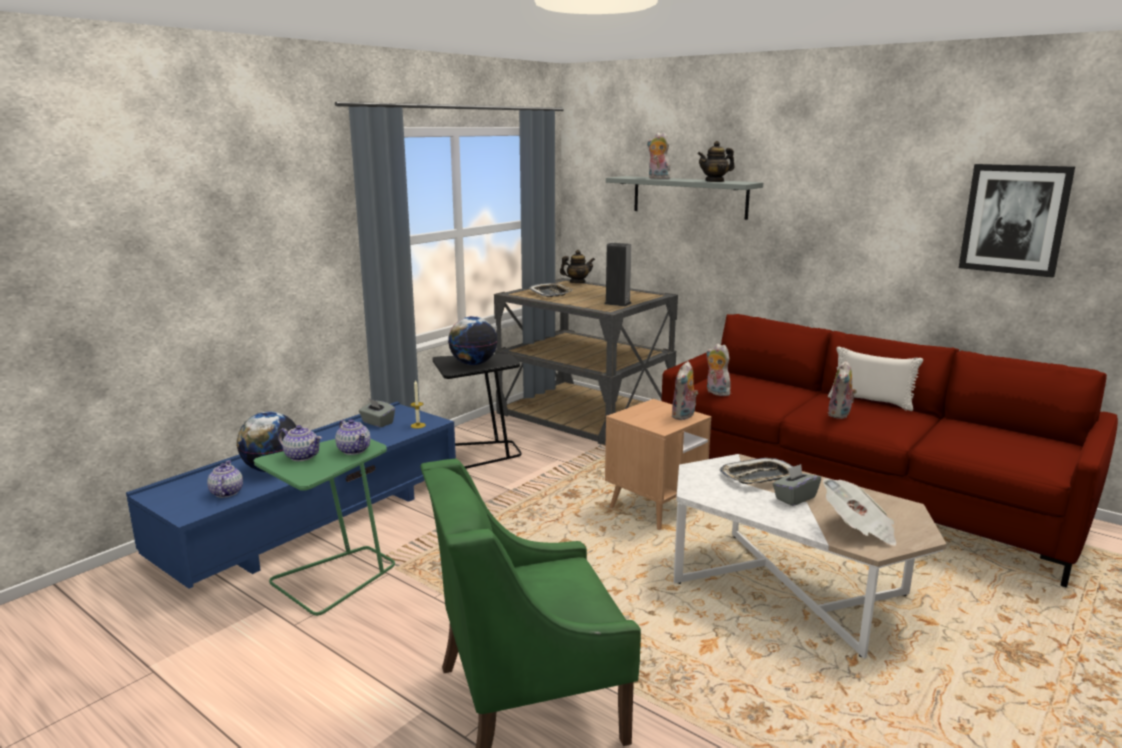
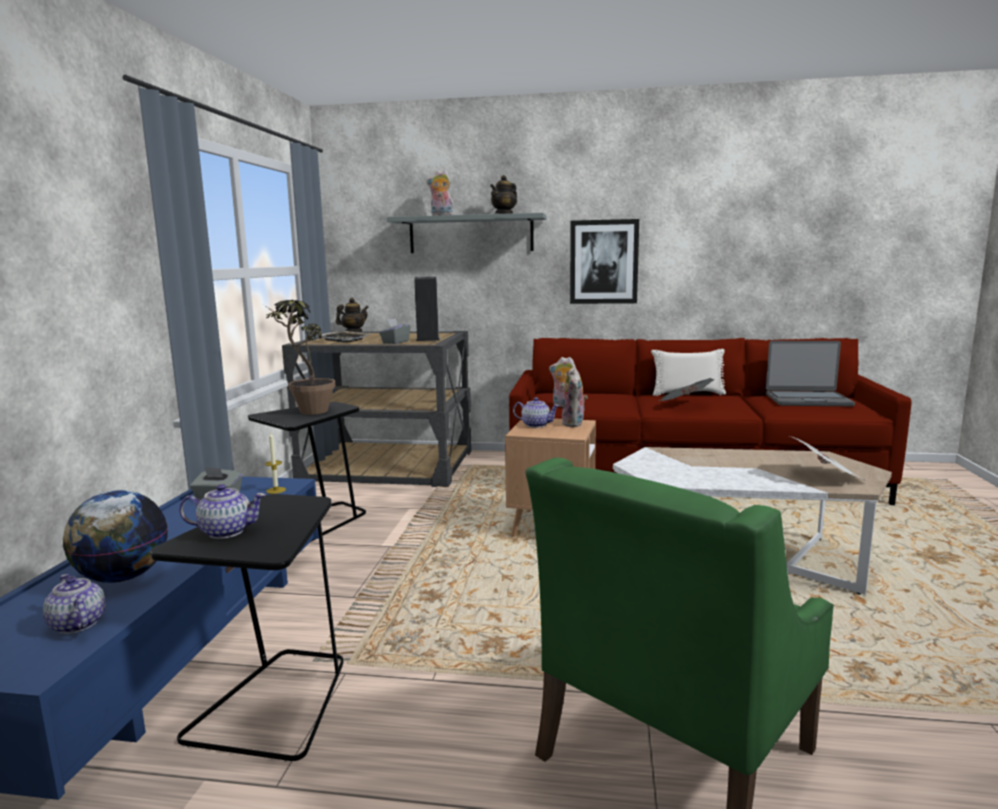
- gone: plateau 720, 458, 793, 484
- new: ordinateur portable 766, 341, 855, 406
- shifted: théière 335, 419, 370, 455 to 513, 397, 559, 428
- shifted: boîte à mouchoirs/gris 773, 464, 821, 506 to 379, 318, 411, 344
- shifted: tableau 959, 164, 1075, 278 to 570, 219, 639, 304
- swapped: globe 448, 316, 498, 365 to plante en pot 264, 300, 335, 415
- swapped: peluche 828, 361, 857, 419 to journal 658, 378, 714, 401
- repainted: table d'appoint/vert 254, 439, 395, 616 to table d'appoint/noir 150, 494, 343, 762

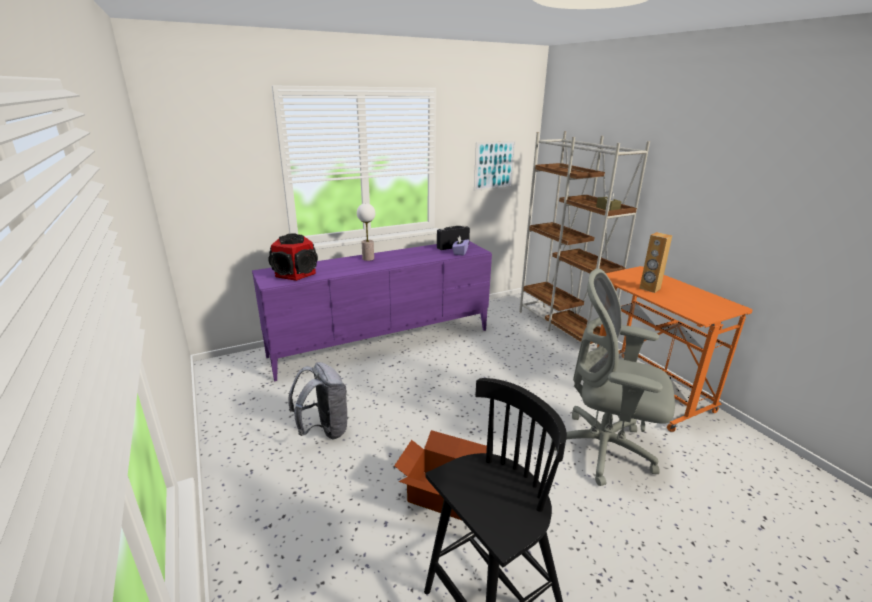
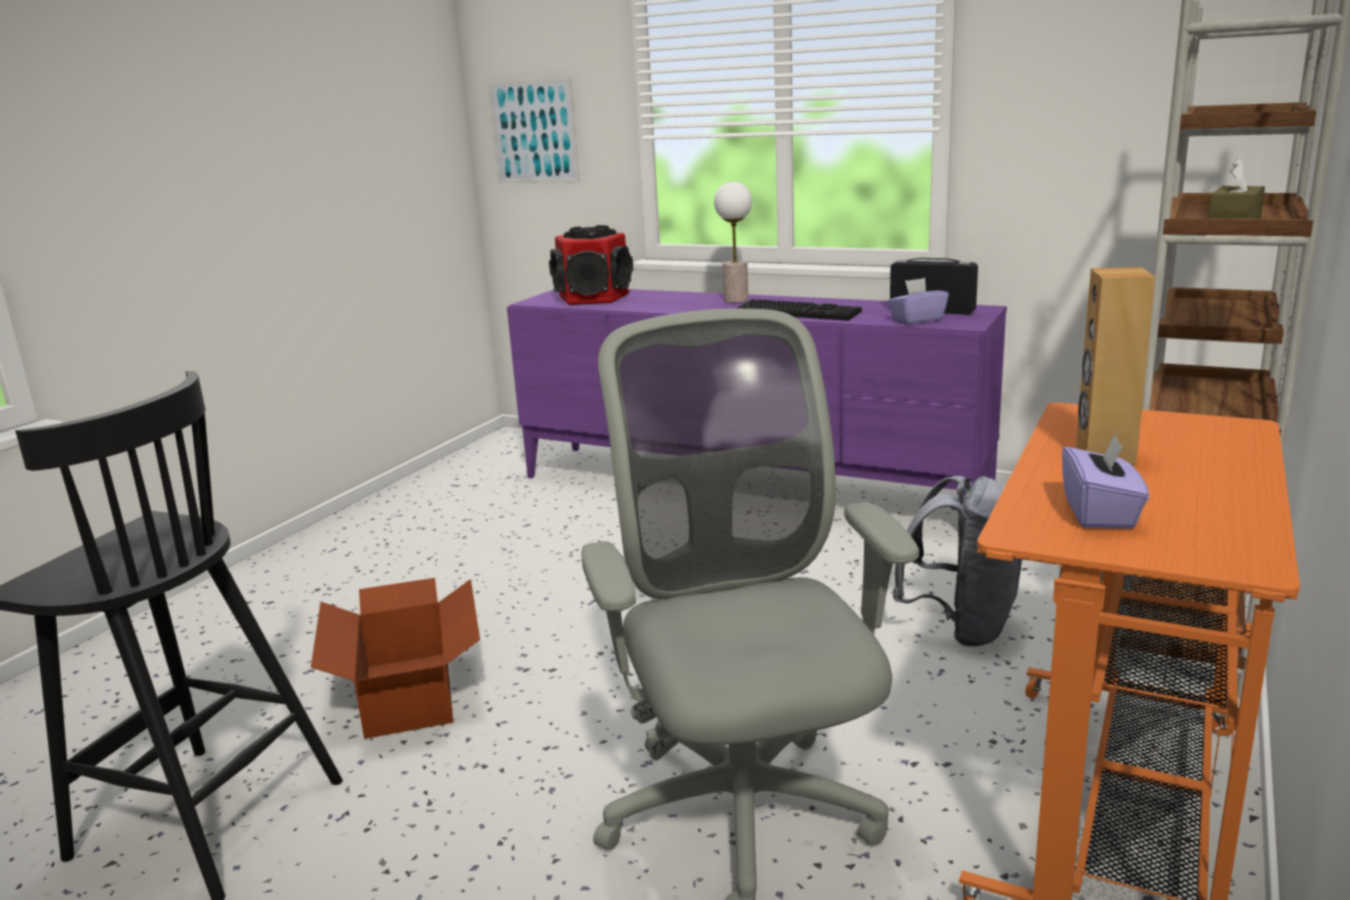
- new: clavier 738, 299, 862, 321
- new: boîte à mouchoirs/violet 1062, 434, 1149, 529
- shifted: sac à dos/gris 288, 362, 348, 439 to 892, 476, 1022, 647
- shifted: tableau 474, 140, 516, 191 to 488, 78, 580, 183

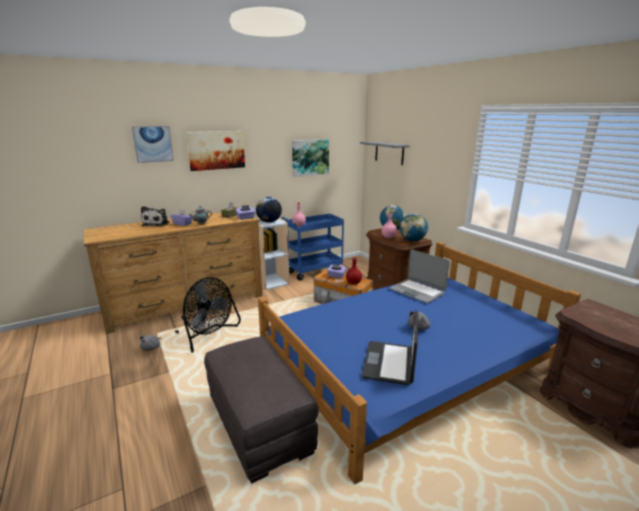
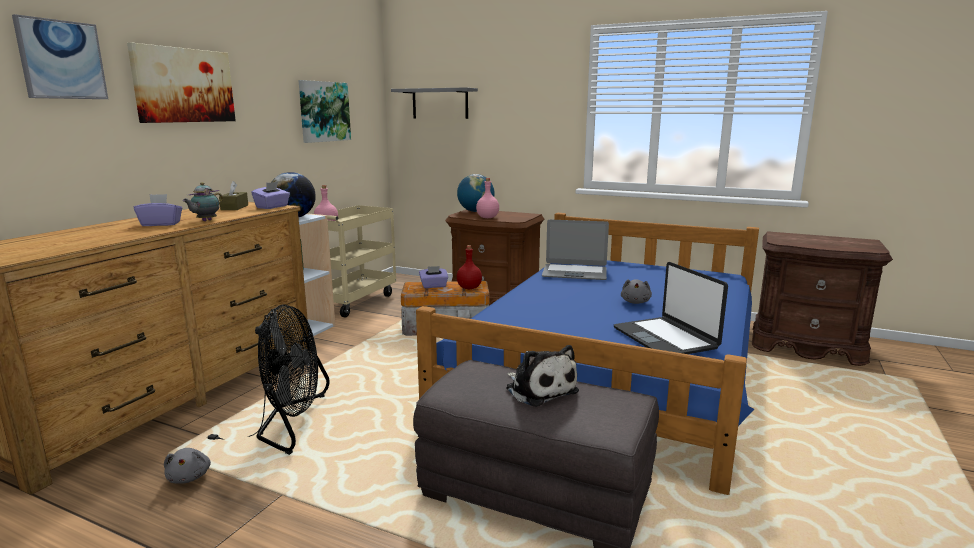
- gone: globe 400, 214, 428, 241
- shifted: peluche 141, 206, 170, 226 to 506, 345, 579, 407
- repainted: chariot/bleu 282, 214, 344, 280 to chariot/beige 307, 205, 396, 317

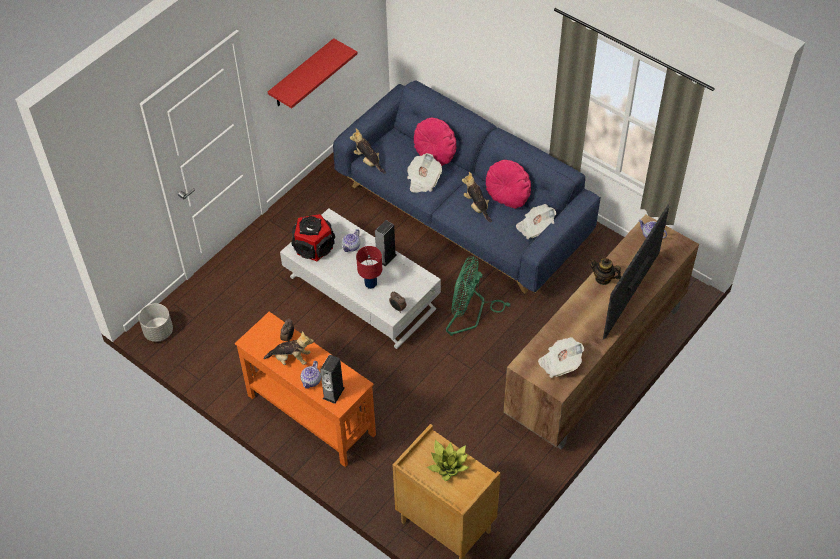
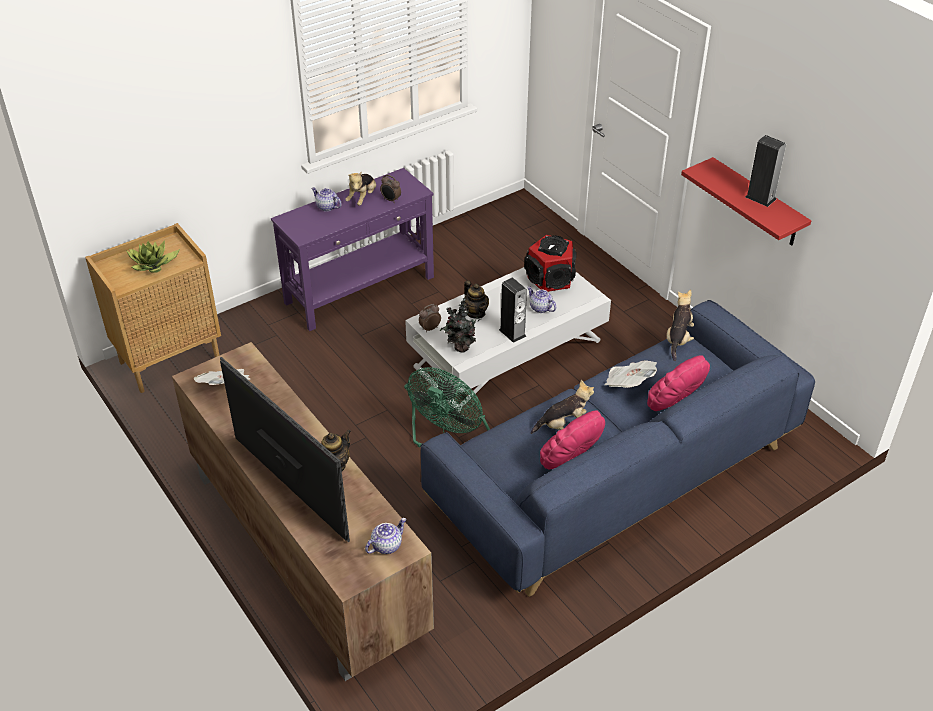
- gone: cache-pot/gris 139, 304, 173, 342
- gone: journal 516, 204, 557, 239
- new: plante en pot 440, 298, 481, 353
- shifted: enceinte 320, 355, 345, 404 to 745, 135, 786, 207
- swapped: lampe de table/rouge 356, 246, 382, 289 to théière 464, 280, 489, 319
- repainted: table console/orange 235, 312, 376, 467 to table console/violet 271, 168, 434, 331
- rotated: peluche 350, 129, 386, 173 = 667, 290, 694, 361 45 degrees counterclockwise

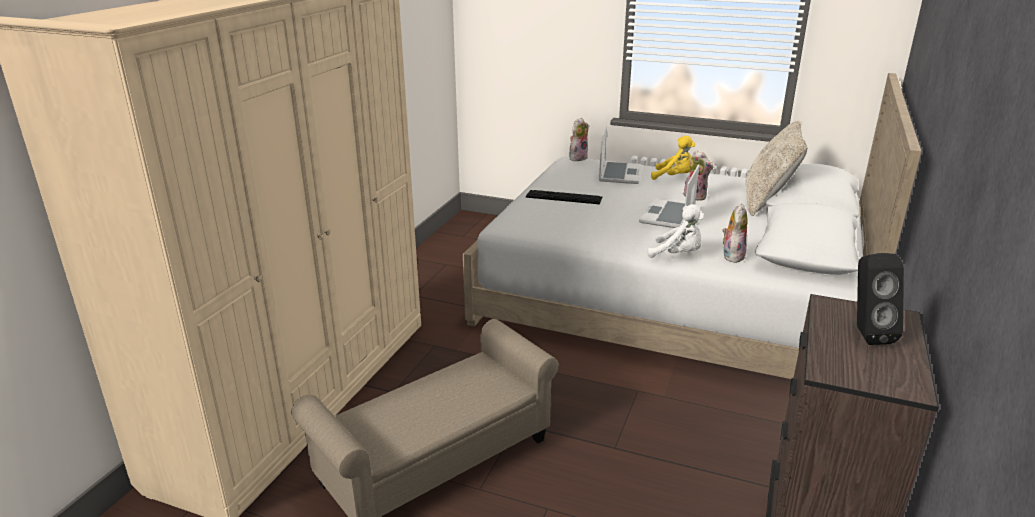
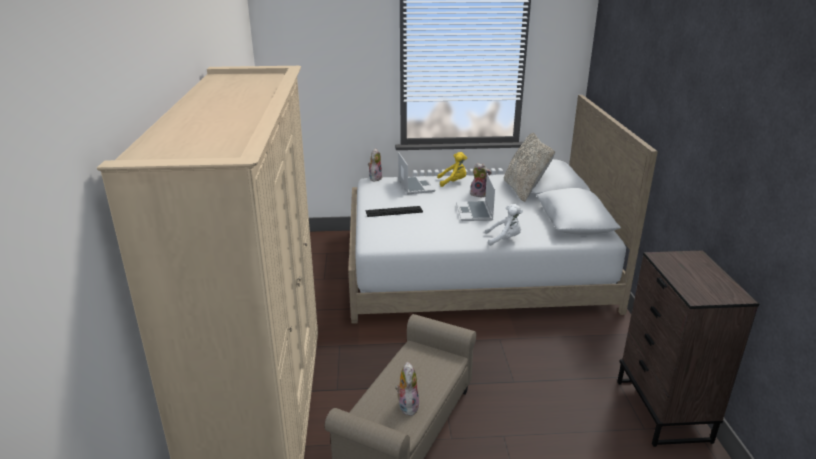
- gone: enceinte/noir 857, 253, 904, 345
- shifted: peluche 722, 203, 748, 263 to 395, 362, 419, 416

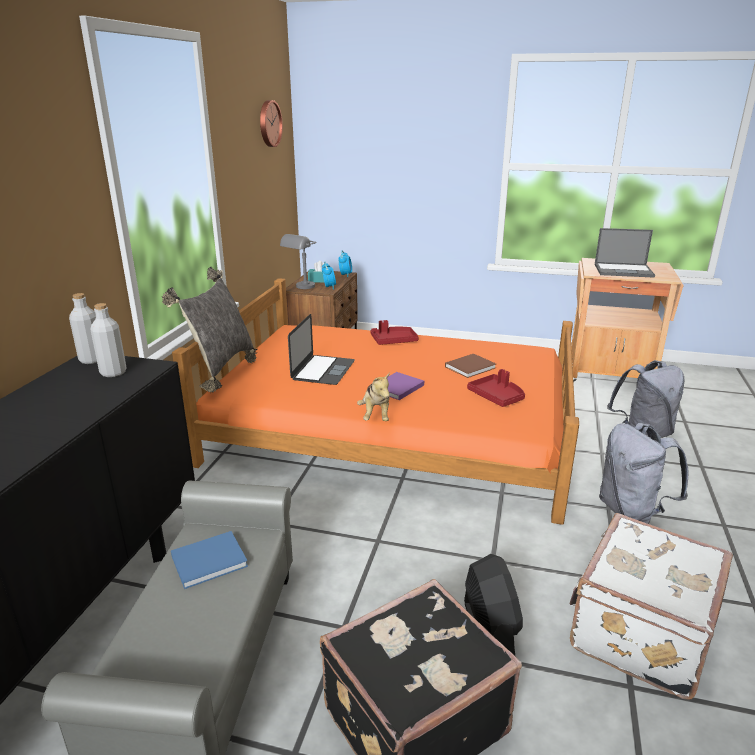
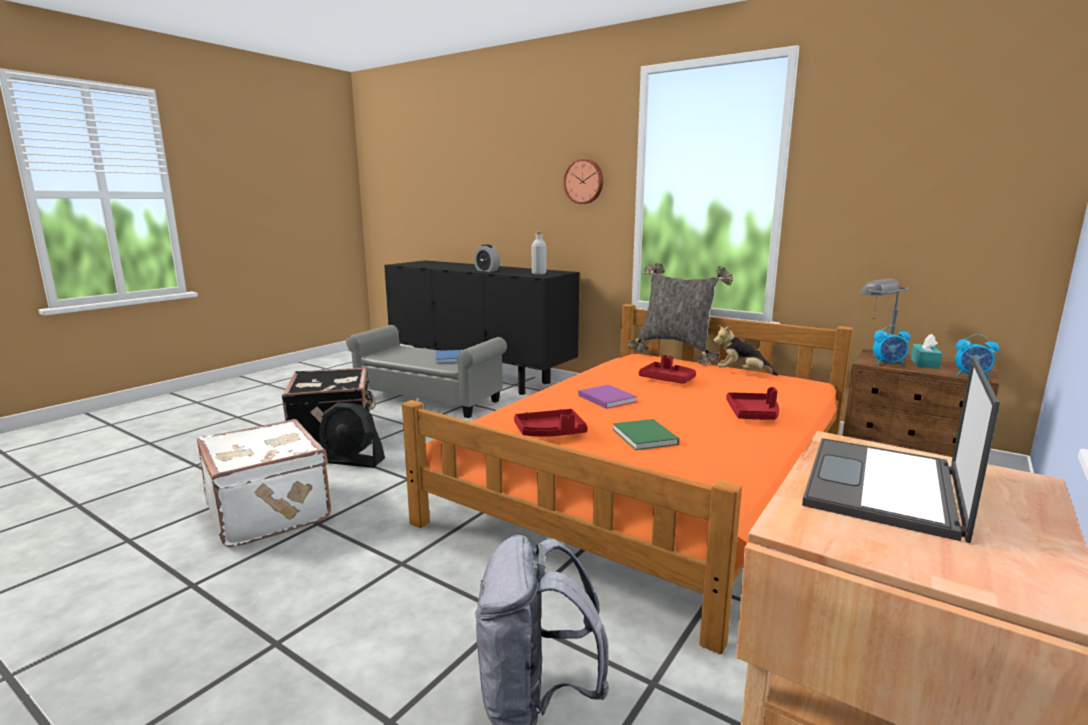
- gone: bouteille/gris 69, 293, 97, 364
- gone: sac à dos/gris 599, 423, 688, 524
- new: réveil 474, 244, 500, 272
- shifted: horloge murale 260, 100, 283, 147 to 563, 159, 603, 204
- shifted: peluche 357, 372, 390, 421 to 713, 325, 778, 376
- swapped: ordinateur portable 288, 314, 355, 385 to plateau/rouge 639, 355, 696, 384
- repainted: livre/marron 445, 354, 496, 378 to livre/vert 613, 419, 679, 450

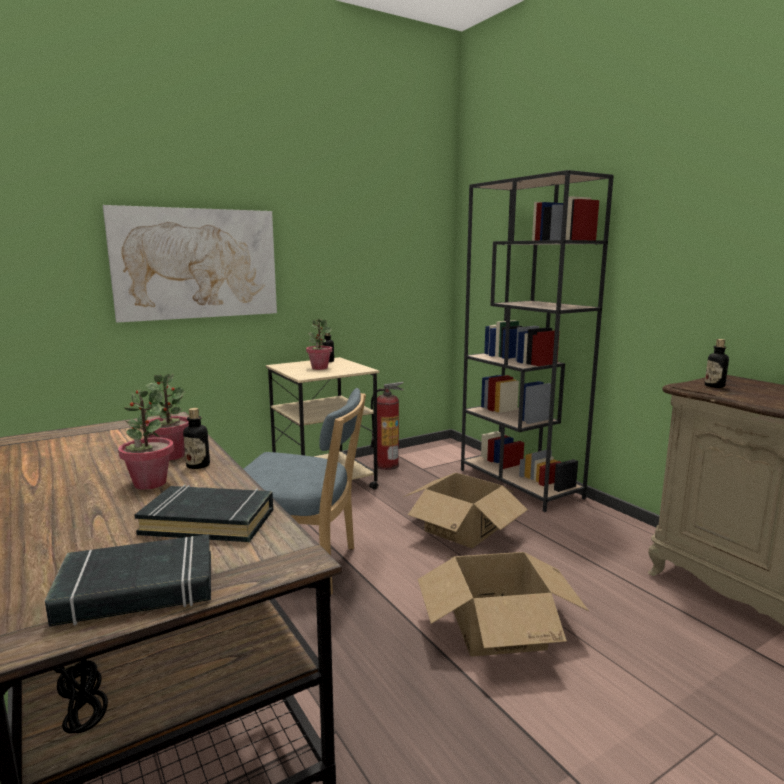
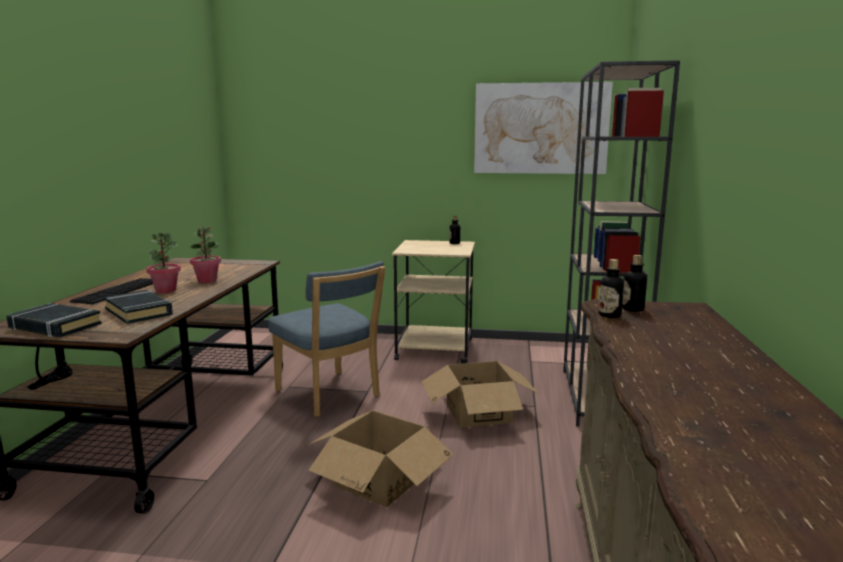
- gone: plante en pot 306, 319, 332, 370
- gone: extincteur 370, 382, 404, 470
- new: clavier 70, 278, 153, 304
- shifted: tableau 103, 205, 277, 323 to 474, 82, 613, 174
- shifted: bouteille 183, 408, 210, 469 to 599, 259, 624, 318

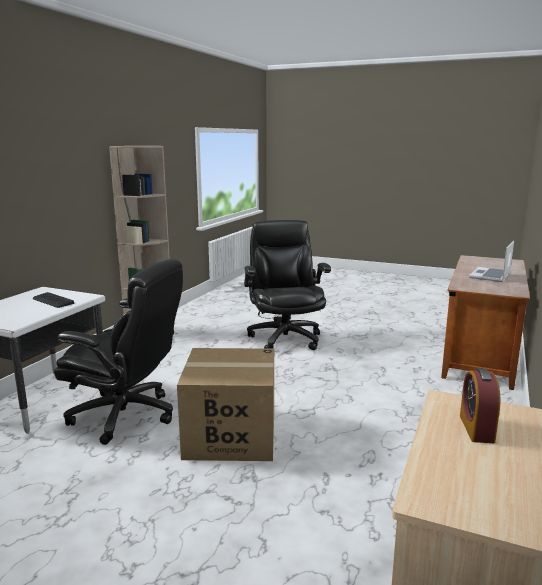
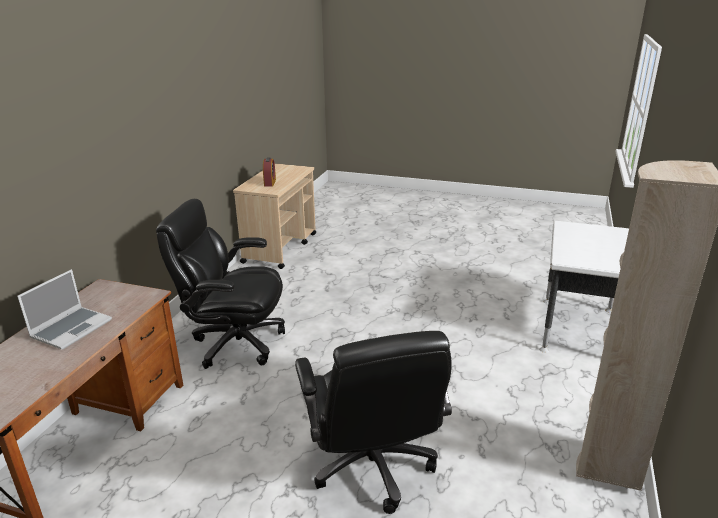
- gone: clavier 33, 292, 74, 308
- gone: carton 177, 348, 274, 461
- shifted: chaise de bureau/noir 54, 259, 183, 445 to 156, 199, 285, 369

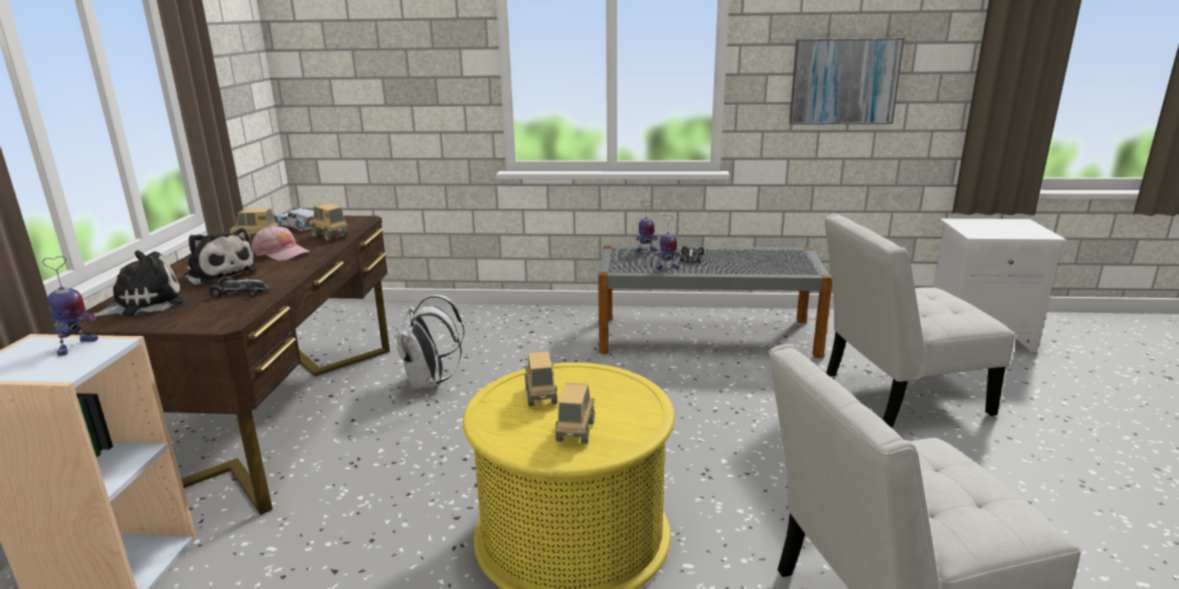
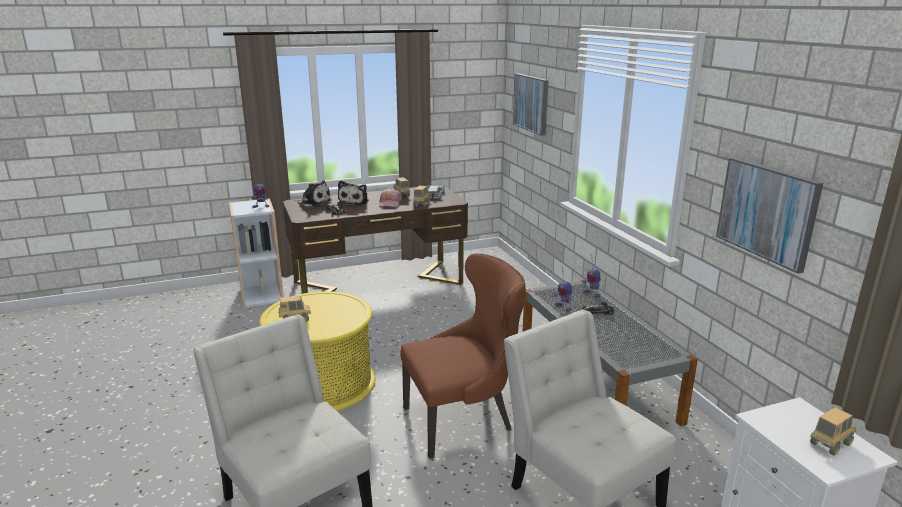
- gone: sac à dos/blanc 397, 294, 464, 390
- new: chaise/marron 400, 254, 526, 459
- new: tableau 513, 74, 549, 136
- shifted: camion jouet 524, 351, 557, 406 to 810, 407, 856, 456

